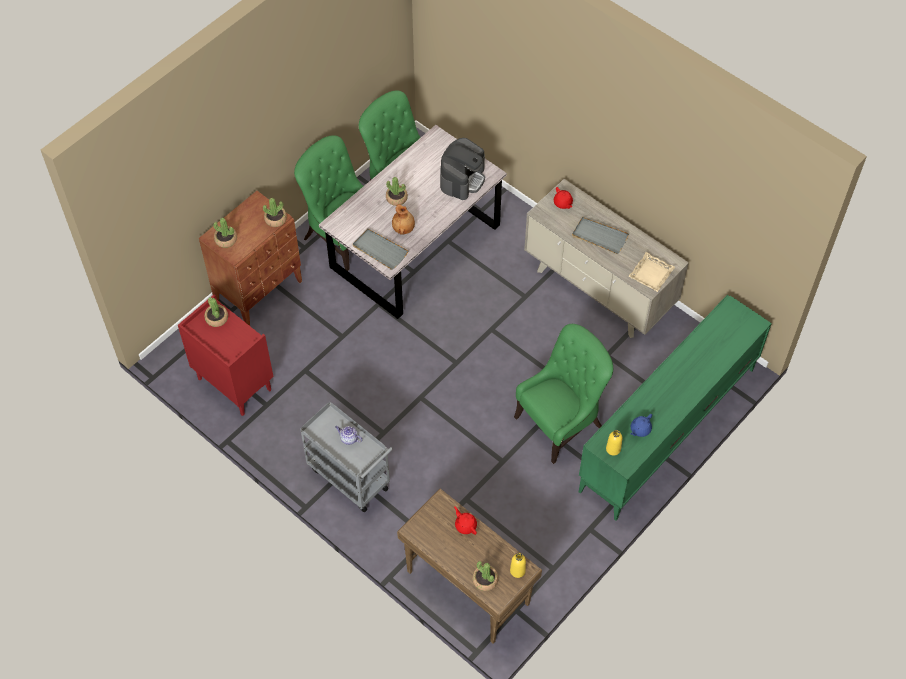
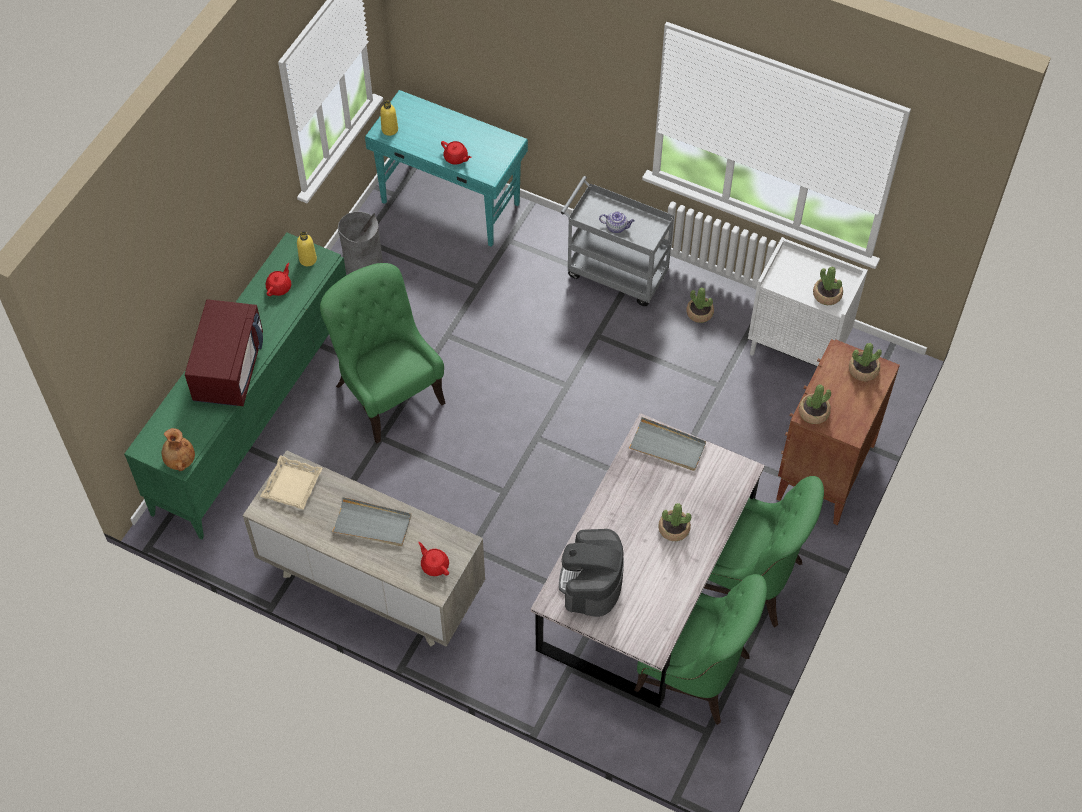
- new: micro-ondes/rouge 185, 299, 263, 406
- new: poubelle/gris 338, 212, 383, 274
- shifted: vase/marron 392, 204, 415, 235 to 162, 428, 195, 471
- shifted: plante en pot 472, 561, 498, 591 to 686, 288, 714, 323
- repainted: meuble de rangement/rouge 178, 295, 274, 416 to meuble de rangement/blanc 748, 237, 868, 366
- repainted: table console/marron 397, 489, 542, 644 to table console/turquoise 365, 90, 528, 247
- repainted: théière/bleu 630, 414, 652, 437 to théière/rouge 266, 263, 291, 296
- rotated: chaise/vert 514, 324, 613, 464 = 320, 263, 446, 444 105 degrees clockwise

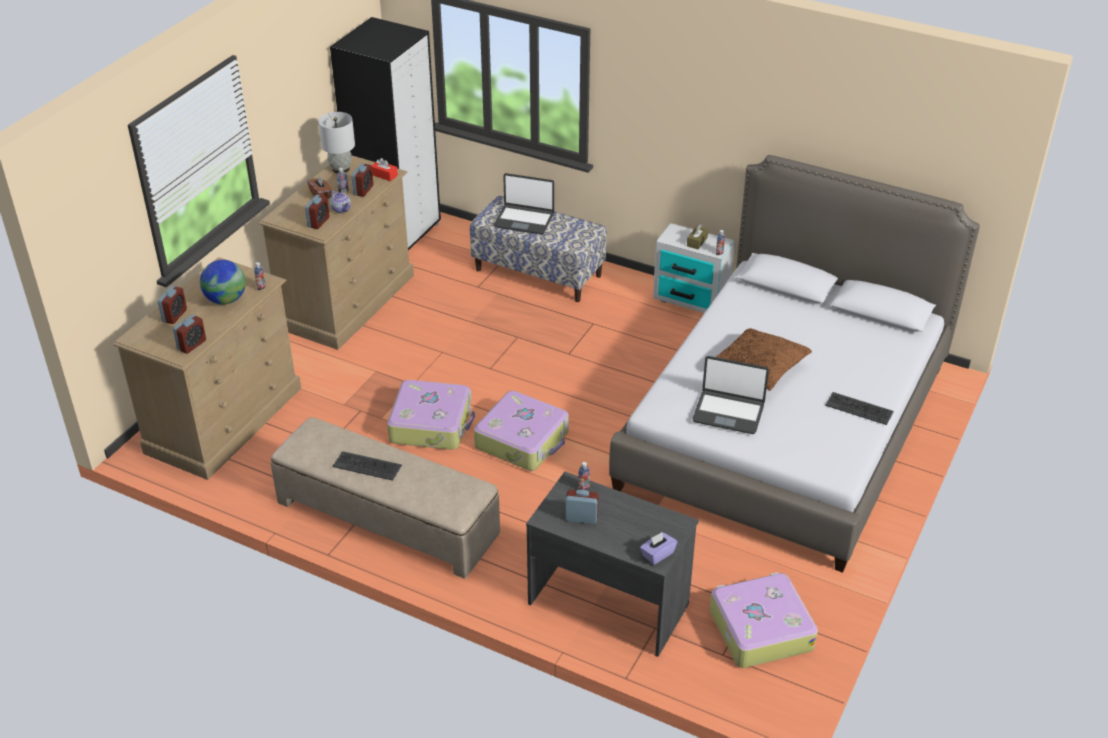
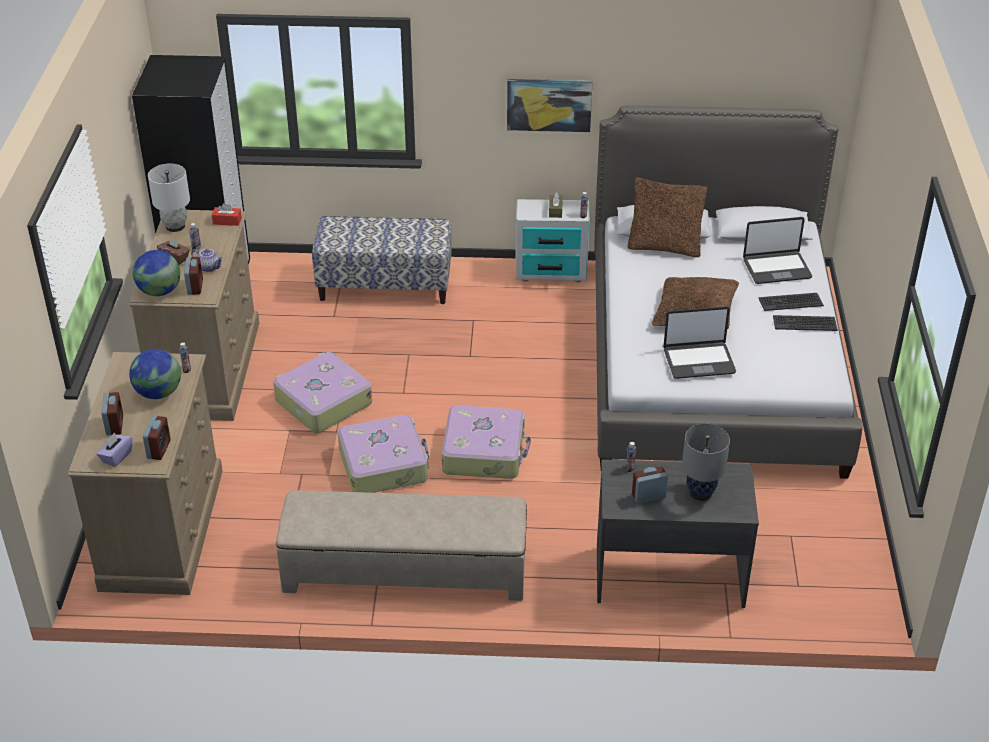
- gone: réveil 352, 163, 373, 197
- new: globe 133, 250, 180, 296
- new: tableau 507, 79, 592, 132
- new: coussin/marron 627, 178, 707, 257
- new: lampe de table/gris 682, 424, 730, 501
- shifted: clavier 333, 451, 402, 481 to 758, 293, 824, 311
- shifted: ordinateur portable 494, 173, 554, 235 to 743, 217, 812, 284
- shifted: boîte à mouchoirs/violet 640, 532, 677, 565 to 97, 432, 133, 467
- shifted: valise 710, 572, 818, 668 to 273, 352, 372, 433

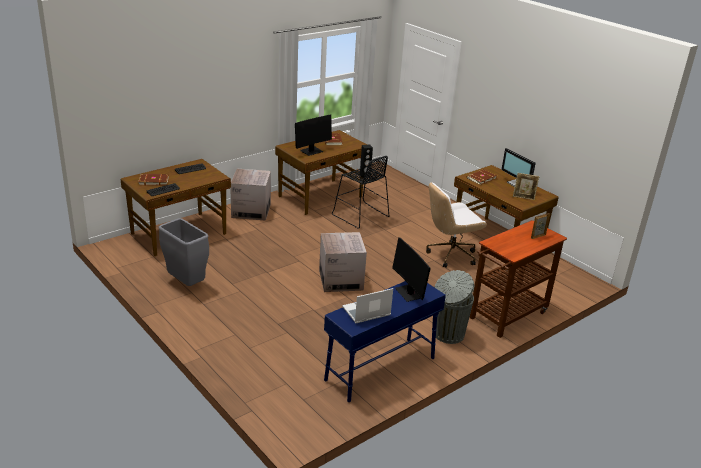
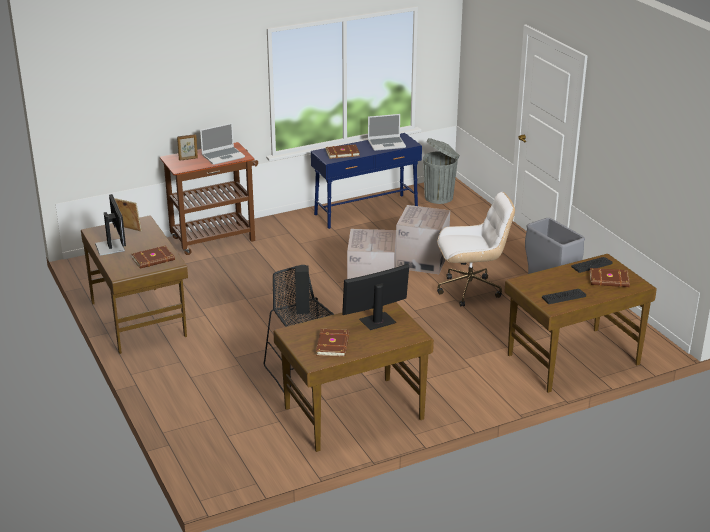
- new: ordinateur portable 200, 123, 245, 165
- shifted: carton 230, 169, 271, 221 to 396, 205, 450, 274
- shifted: chaise de bureau/blanc 426, 182, 487, 268 to 437, 192, 515, 306
- shifted: poubelle/gris 435, 270, 474, 344 to 423, 138, 460, 204
- swapped: écran d'ordinateur 392, 237, 431, 302 to livre/marron 326, 144, 360, 159

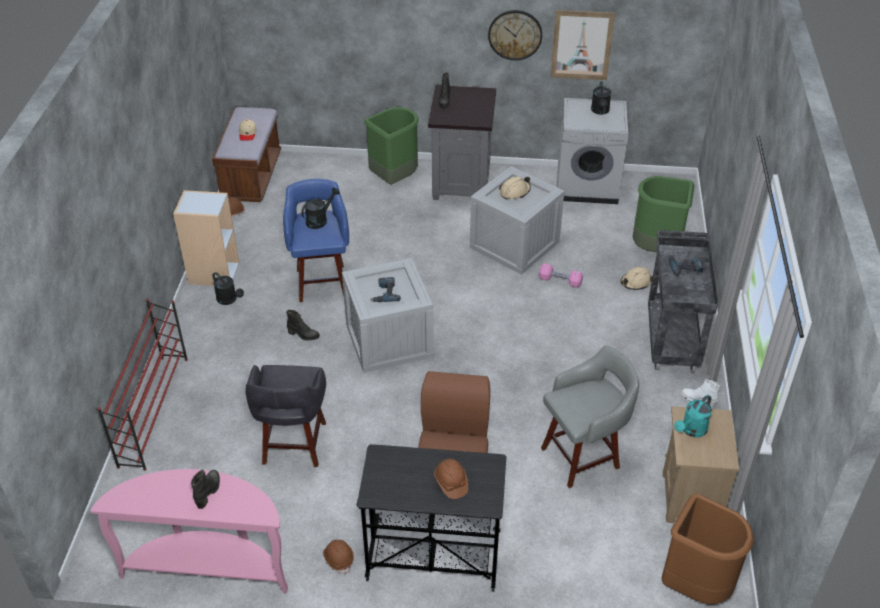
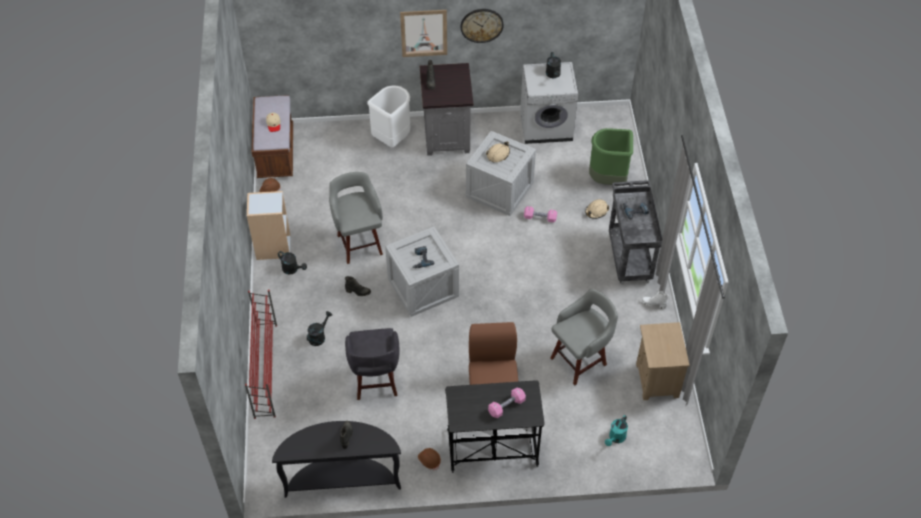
- gone: poubelle/marron 662, 494, 754, 604
- shifted: arrosoir/noir 301, 187, 340, 229 to 307, 311, 332, 346
- shifted: tableau 550, 10, 615, 80 to 400, 10, 447, 57
- shifted: arrosoir/turquoise 674, 395, 712, 437 to 605, 415, 628, 446
- swapped: casque de chantier/marron 434, 459, 468, 499 to haltère/rose 488, 387, 526, 418
- repainted: table console/rose 90, 469, 288, 593 to table console/noir 272, 421, 401, 498
- repainted: tabouret/bleu 283, 179, 349, 302 to tabouret/gris 329, 172, 383, 264
- repainted: poubelle/vert 365, 107, 419, 185 to poubelle/blanc 367, 85, 410, 148

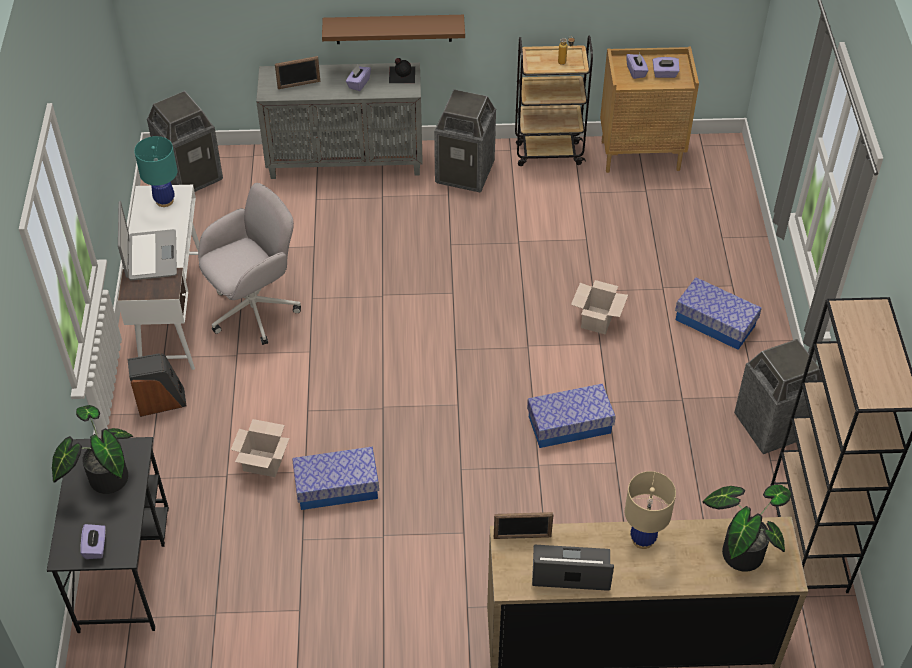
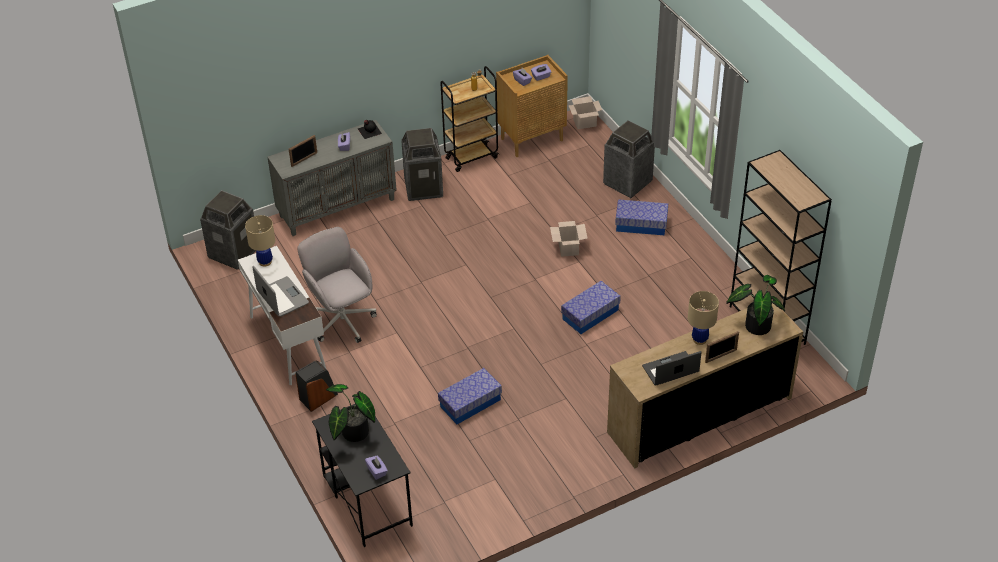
- gone: étagère/marron 322, 15, 465, 44
- shifted: carton 231, 419, 289, 477 to 568, 96, 602, 129
- shifted: cadre photo 494, 512, 554, 539 to 705, 331, 739, 363
- shifted: poubelle 734, 339, 822, 454 to 603, 120, 655, 198
- repainted: lampe de table/turquoise 134, 136, 177, 207 to lampe de table/beige 245, 215, 275, 267
- rotated: chaise de bureau/gris 198, 183, 301, 345 = 298, 227, 377, 343 60 degrees counterclockwise

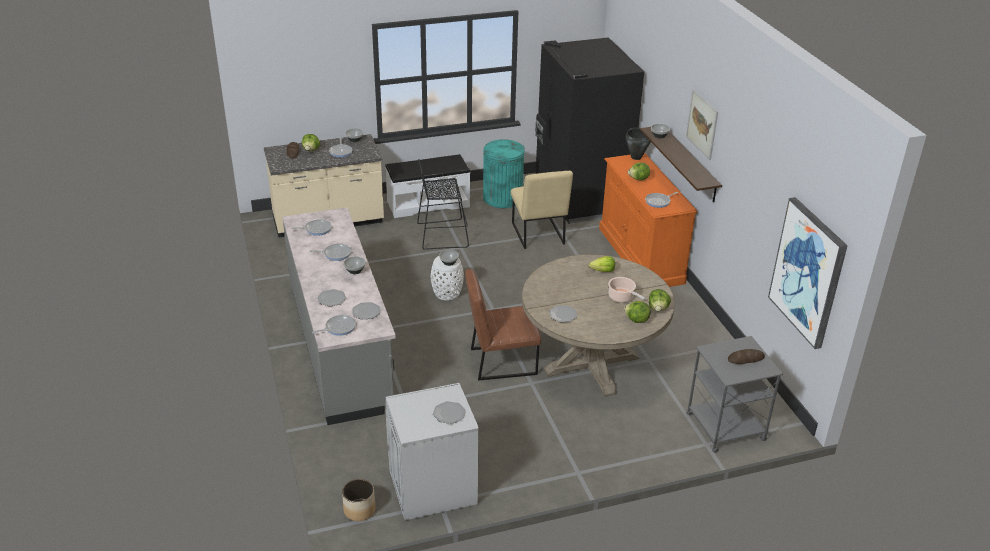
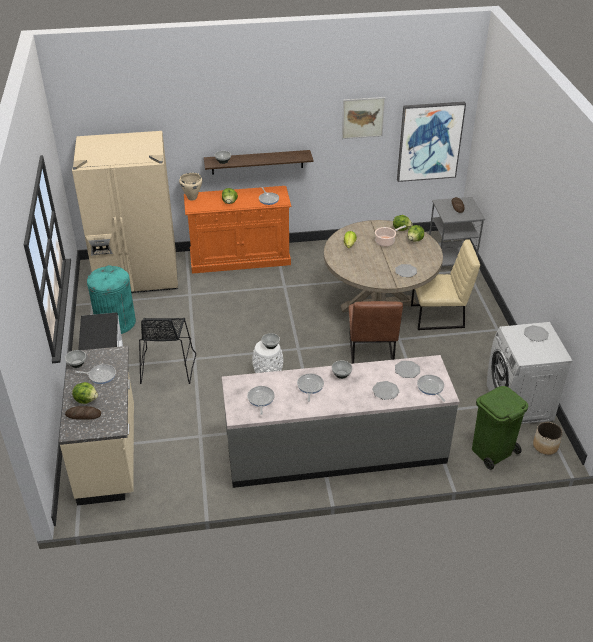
- new: poubelle/vert 472, 386, 528, 470
- shifted: chaise/beige 511, 171, 573, 249 to 411, 239, 480, 330
- shifted: tableau 686, 89, 718, 160 to 342, 97, 385, 139
- repainted: réfrigérateur/noir 535, 37, 644, 224 to réfrigérateur/beige 72, 131, 178, 293
- repainted: marmite/noir 626, 128, 651, 160 to marmite/beige 179, 173, 202, 201

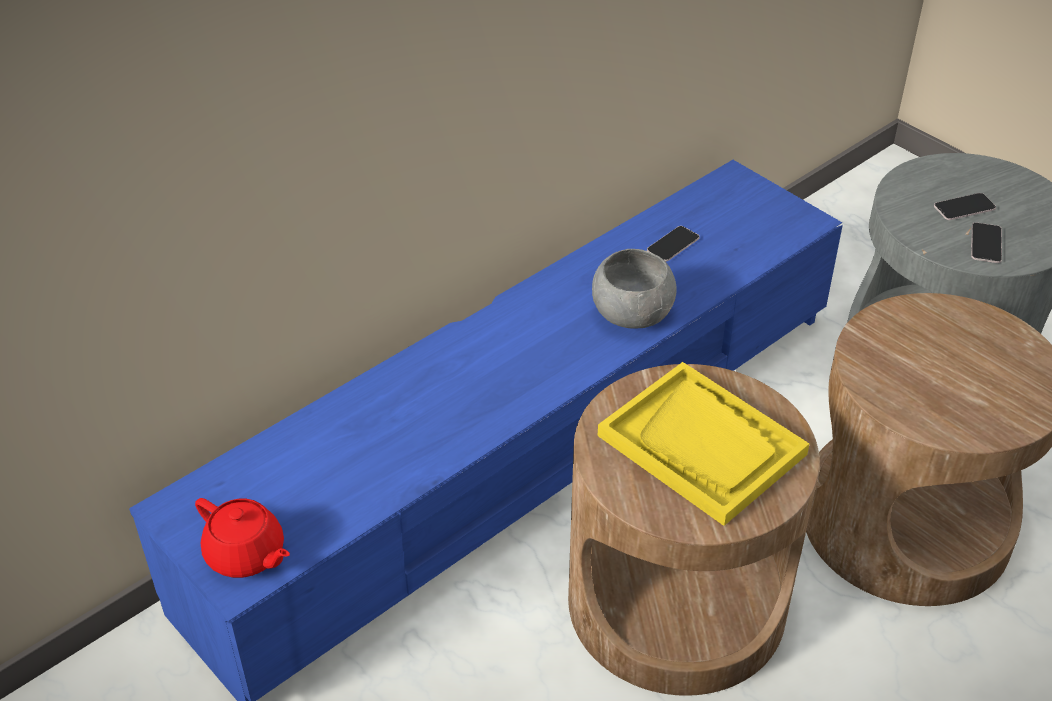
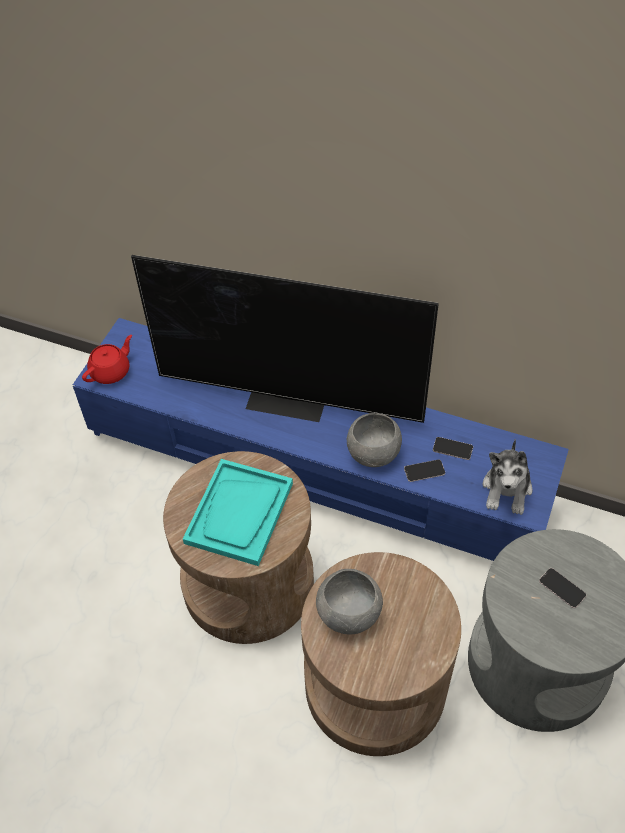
- new: téléviseur 131, 255, 439, 423
- new: bol/gris 316, 569, 383, 635
- new: peluche 483, 439, 532, 515
- shifted: téléphone 971, 222, 1002, 263 to 404, 459, 445, 482
- repainted: plateau/jaune 597, 362, 809, 526 to plateau/turquoise 183, 459, 293, 566
- rotated: théière/rouge 195, 498, 290, 578 = 82, 335, 132, 384 150 degrees counterclockwise

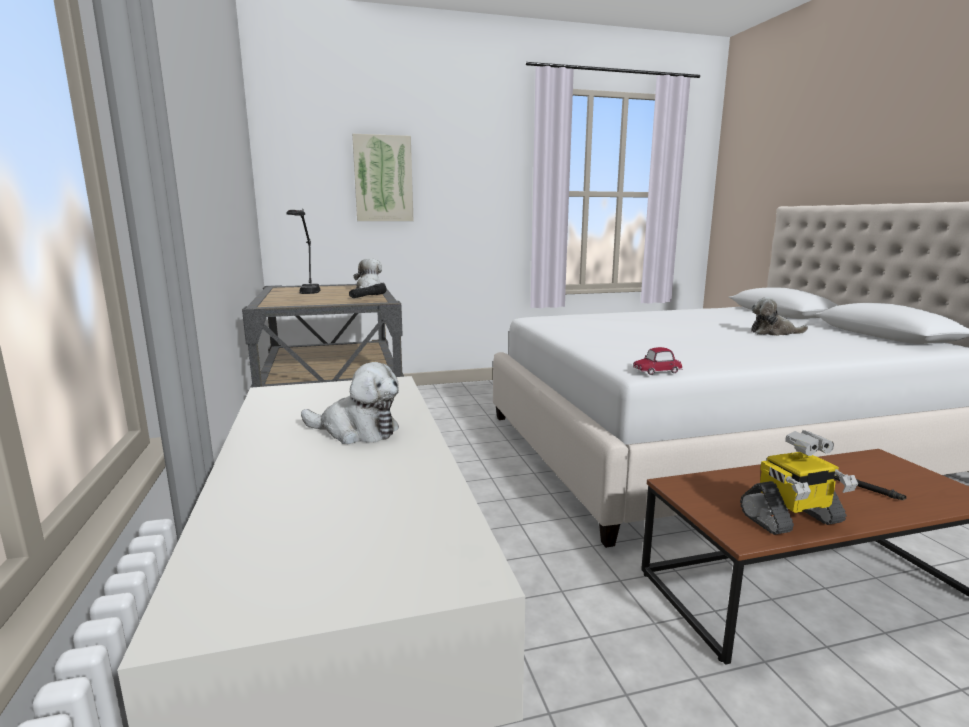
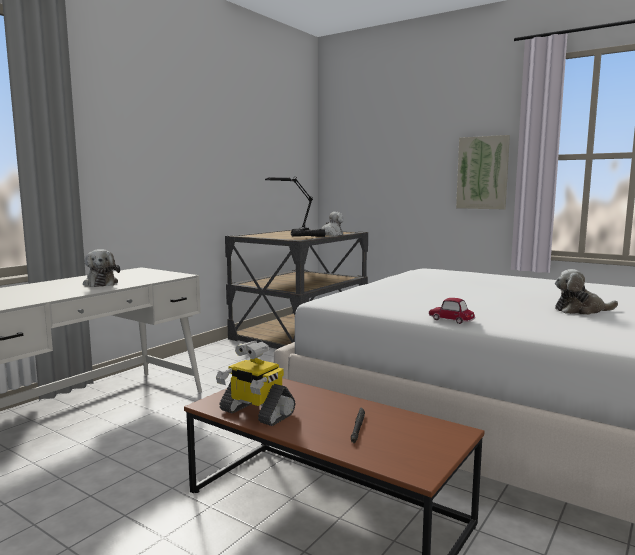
- shifted: tableau 352, 134, 413, 221 to 456, 135, 510, 209
- shifted: petite voiture 633, 347, 682, 375 to 429, 298, 475, 324
- rotated: peluche 751, 297, 808, 336 = 555, 269, 618, 315 60 degrees counterclockwise

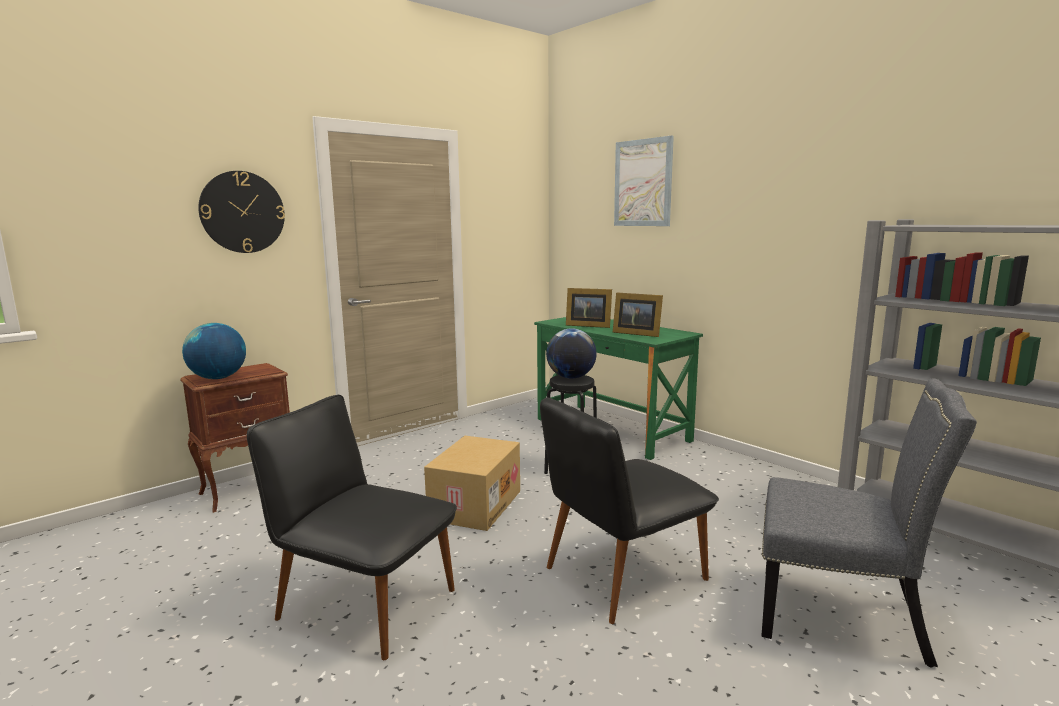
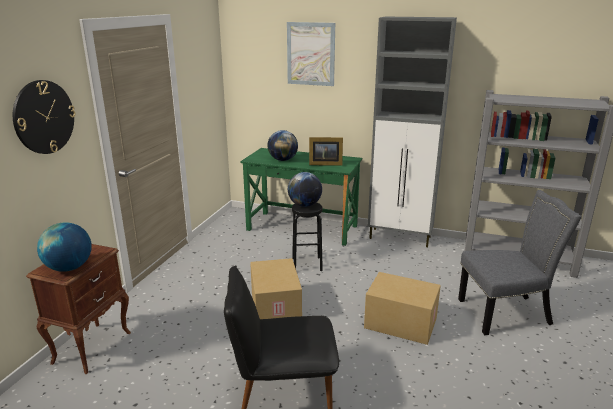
- new: meuble de rangement/gris 368, 17, 457, 247
- swapped: chaise/noir 540, 397, 719, 624 to carton 364, 272, 441, 345
- swapped: cadre photo 566, 288, 612, 328 to globe 268, 130, 298, 161

